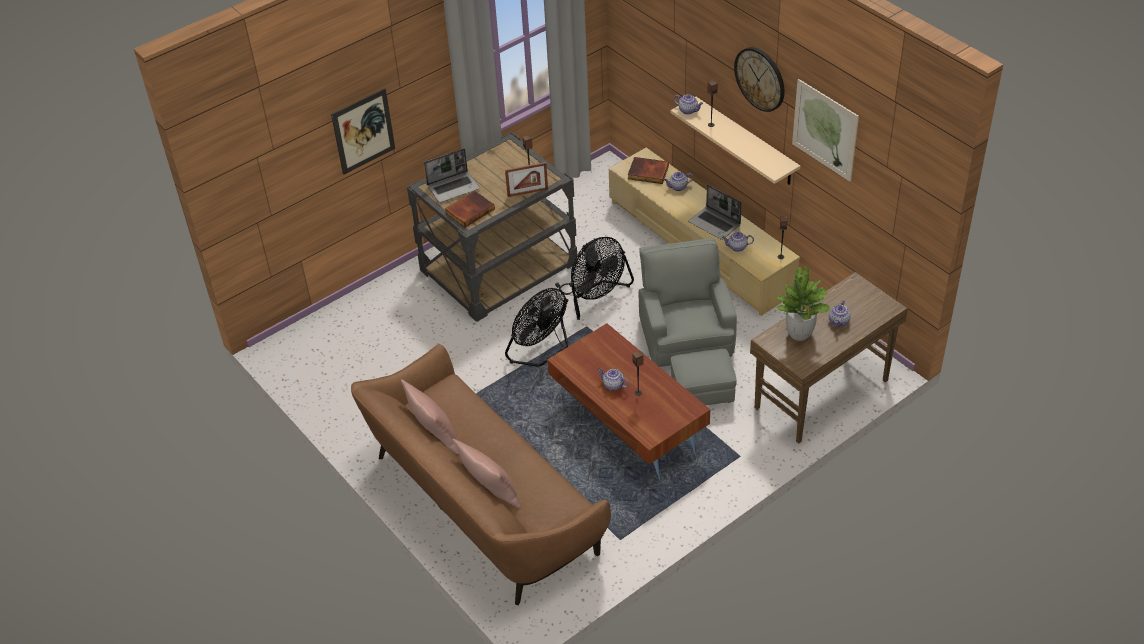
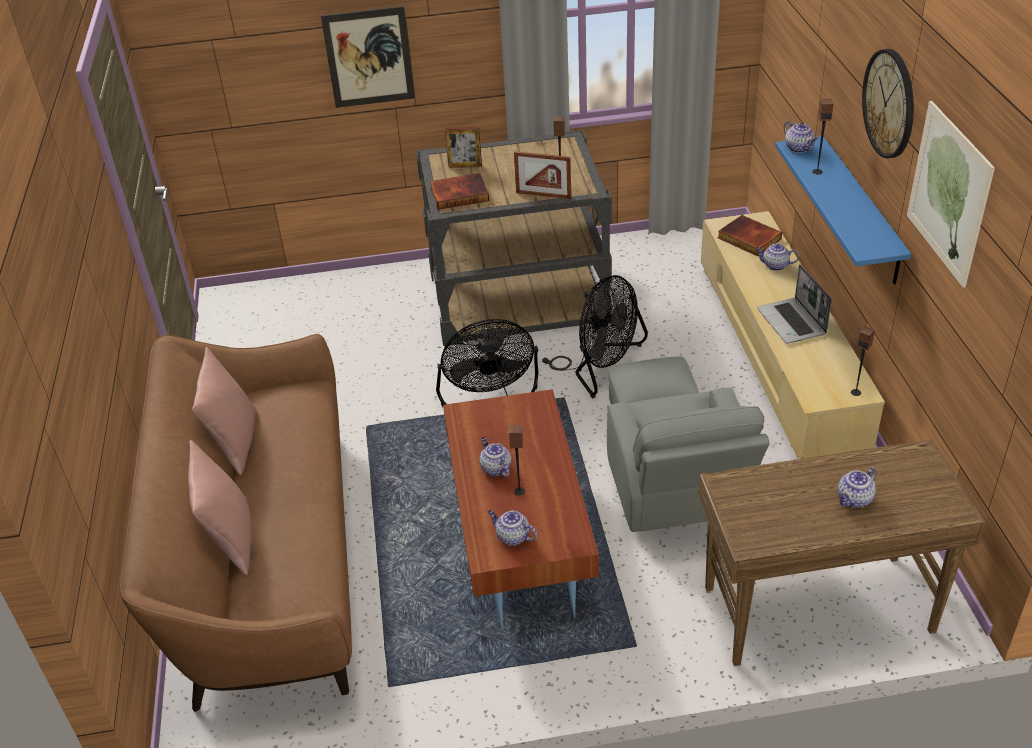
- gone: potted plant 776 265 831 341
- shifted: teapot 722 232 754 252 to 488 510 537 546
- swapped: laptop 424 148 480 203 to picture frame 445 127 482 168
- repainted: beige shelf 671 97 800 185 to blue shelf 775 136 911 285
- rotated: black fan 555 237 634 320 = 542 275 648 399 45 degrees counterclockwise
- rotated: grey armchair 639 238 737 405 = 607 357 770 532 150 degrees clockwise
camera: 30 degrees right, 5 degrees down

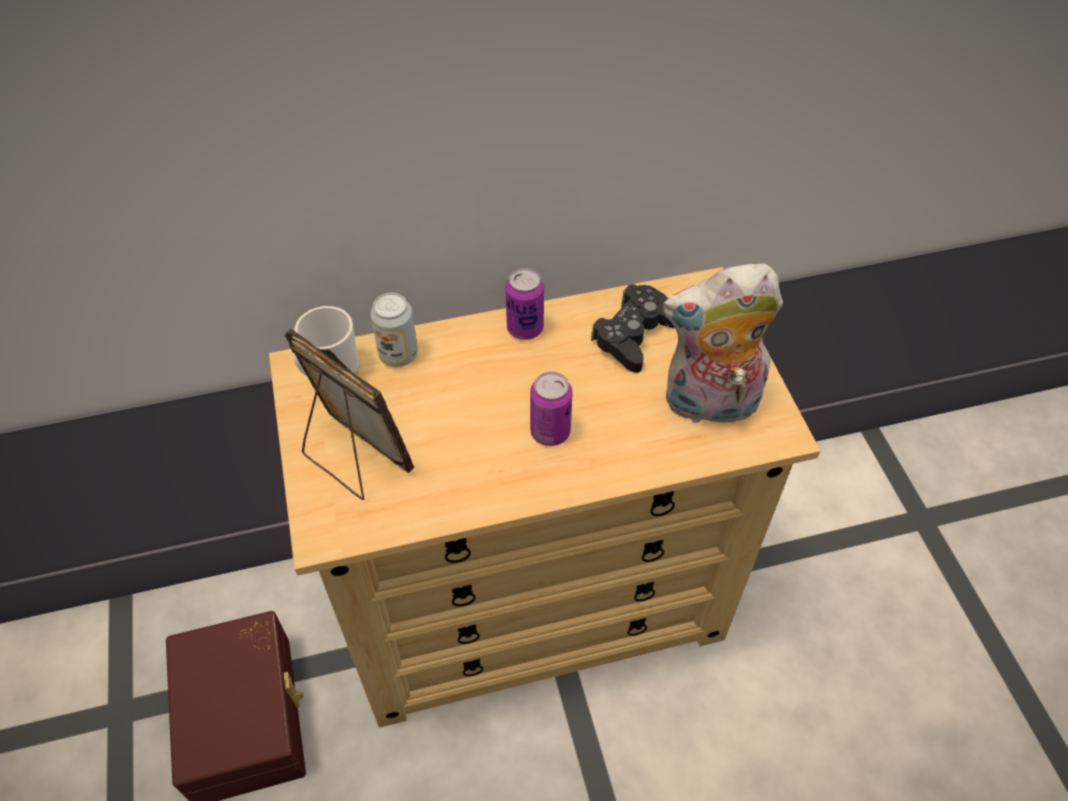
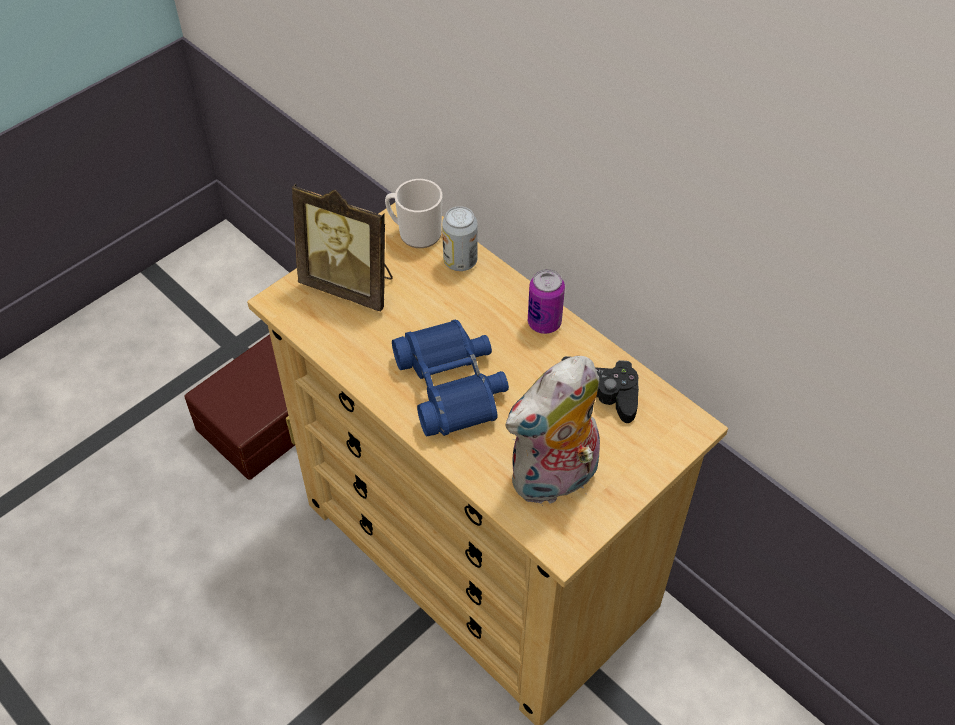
- swapped: can 530 372 573 446 to blue binoculars 392 319 509 436
- rotated: picture frame 285 329 414 500 = 292 183 393 312 105 degrees clockwise
- rotated: plush toy 663 264 783 430 = 506 356 600 506 90 degrees counterclockwise
camera: 60 degrees right, 0 degrees up

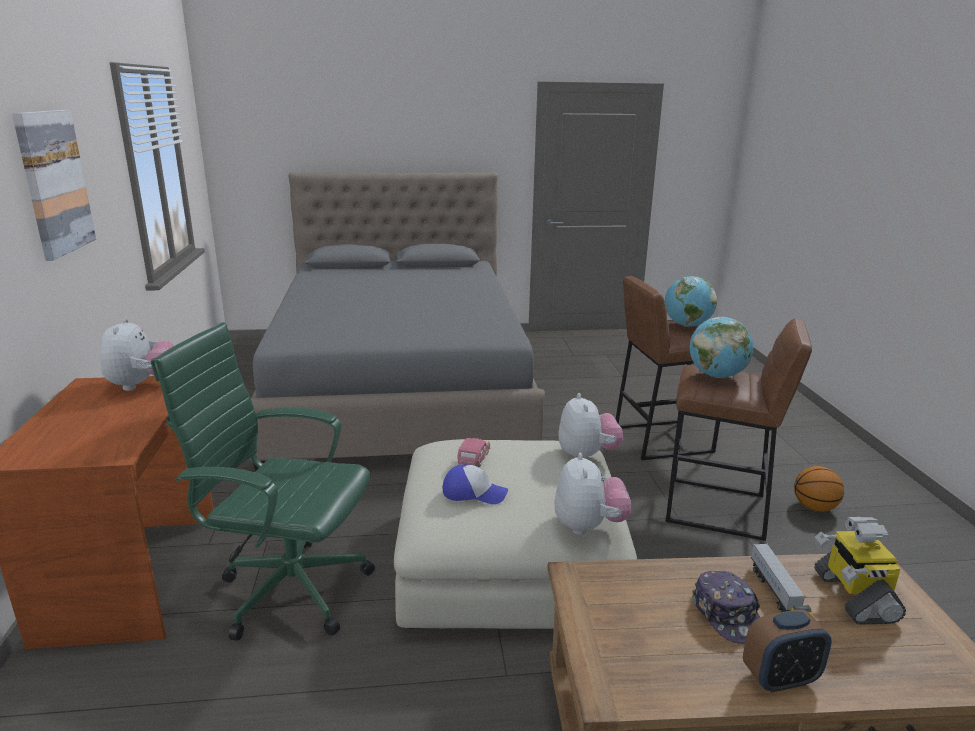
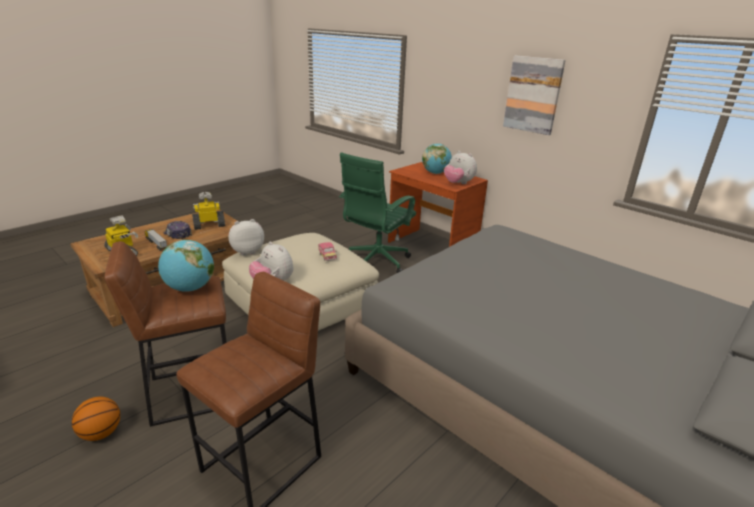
- gone: cap 442 464 508 504
- gone: alarm clock 743 610 832 693
- new: toy robot 192 192 225 230
- shifted: globe 665 276 717 327 to 422 143 452 174
- rotated: green office chair 151 322 375 641 = 339 152 416 273 150 degrees clockwise
- rotated: plush toy 554 453 631 535 = 228 219 264 256 105 degrees clockwise
camera: 140 degrees right, 5 degrees up

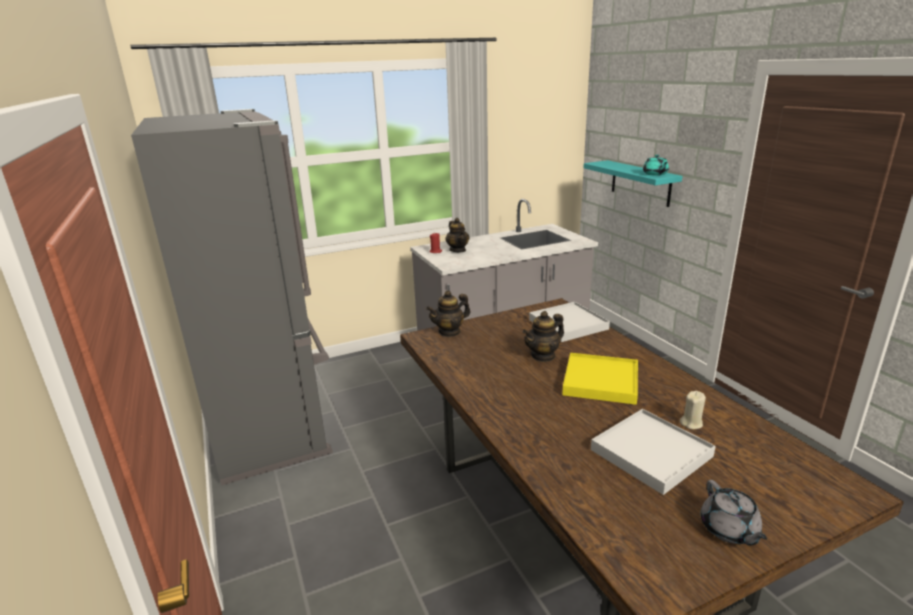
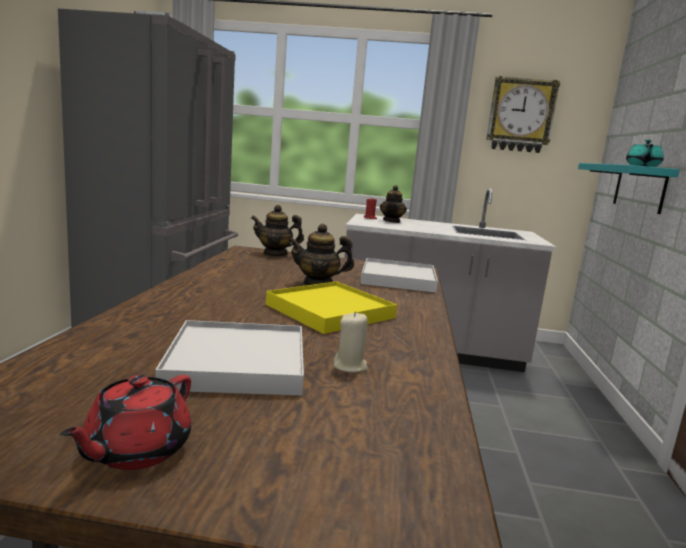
- new: wall clock 486 76 560 153
- repainted: grey teapot 701 480 767 545 to red teapot 60 375 191 470
camera: 30 degrees right, 10 degrees down

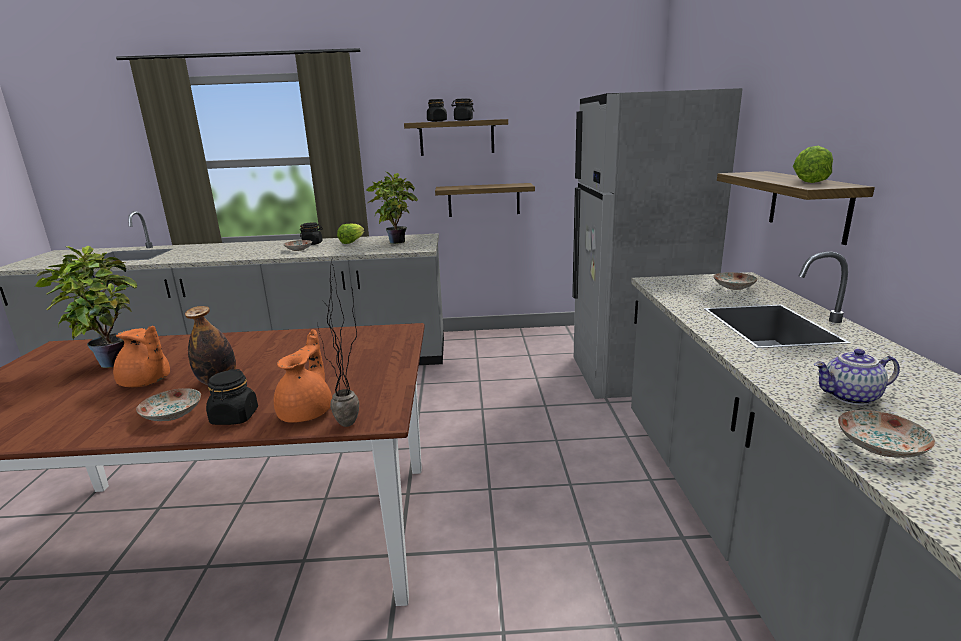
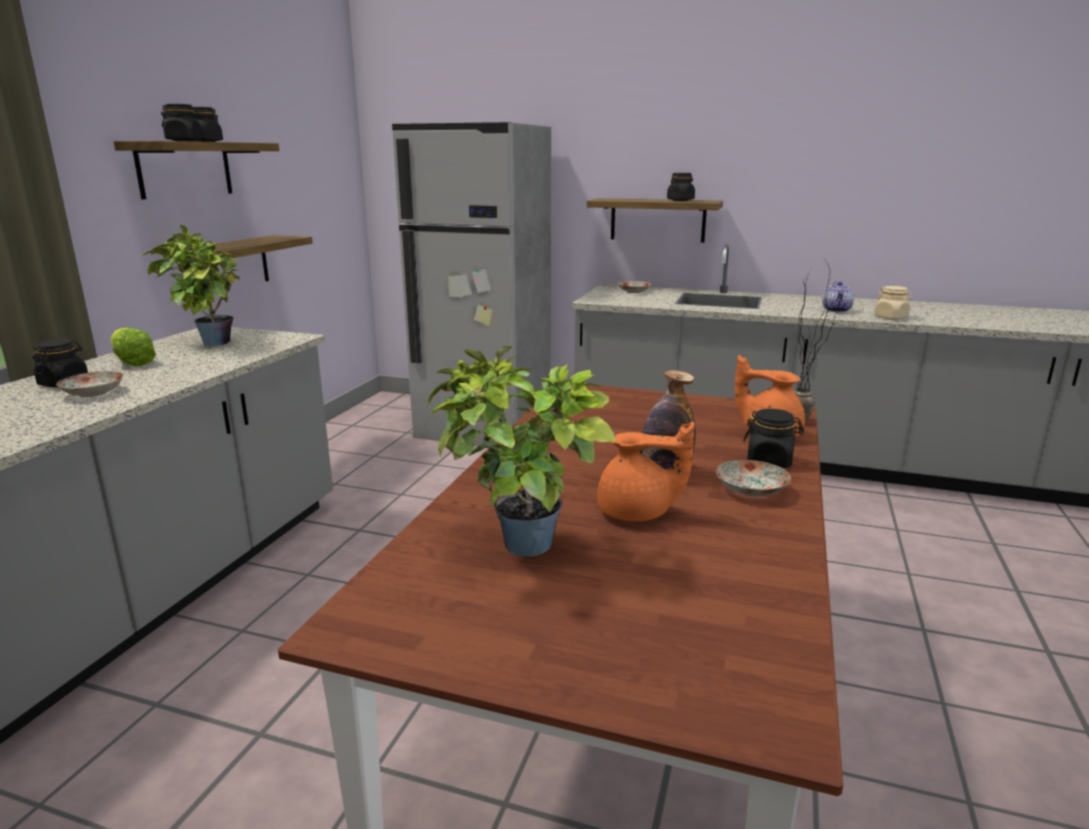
- swapped: lettuce 793 146 833 183 to black jar 667 173 695 201
- swapped: plate 838 410 936 458 to beige jar 874 286 912 320
- rotated: orange teapot 113 325 170 387 = 597 422 695 521 45 degrees clockwise
camera: 70 degrees left, 0 degrees up

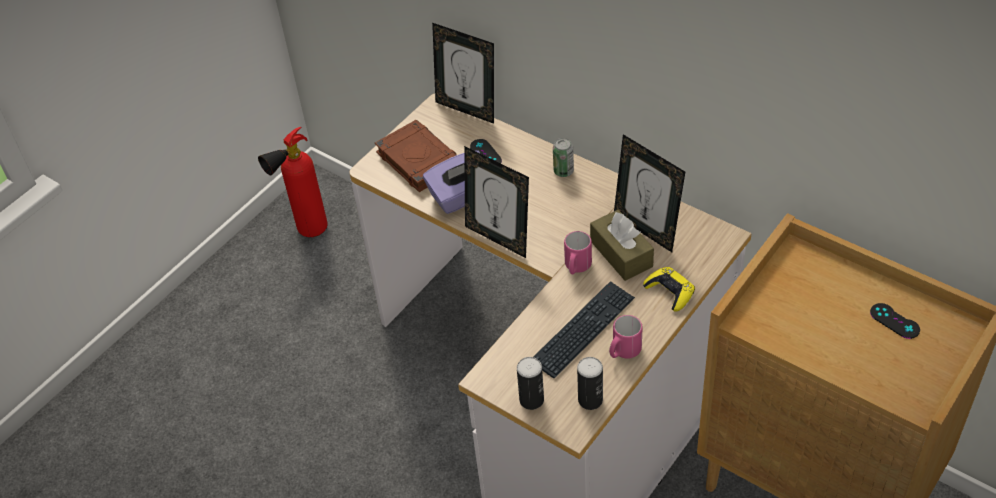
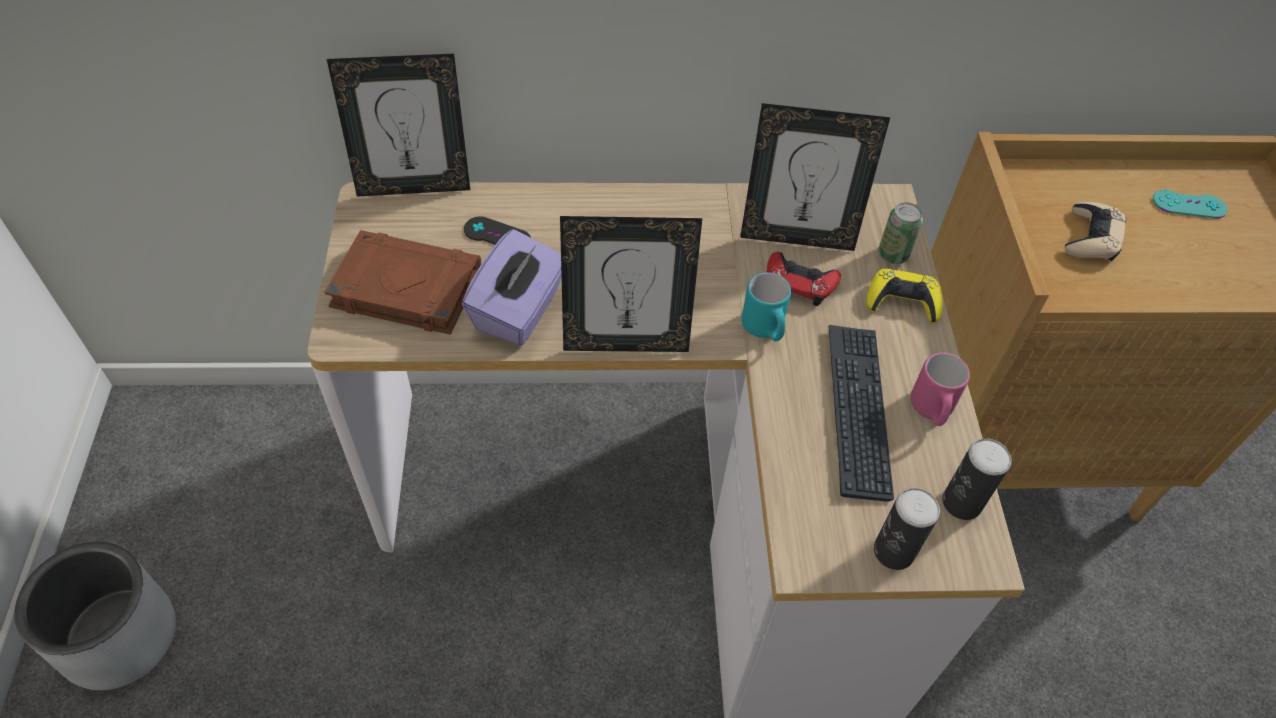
- gone: fire extinguisher 258 127 328 237
- new: grey planter 14 542 176 690
- new: beige game controller 1065 202 1126 261
- shifted: can 553 138 574 177 to 878 202 923 264
- swapped: brown tissue box 590 210 654 281 to red game controller 767 252 841 306
- repainted: pink mug 564 231 592 274 to turquoise mug 742 272 791 341
- repainted: black game controller 870 303 920 339 to turquoise game controller 1153 190 1228 219
camera: 45 degrees left, 5 degrees up

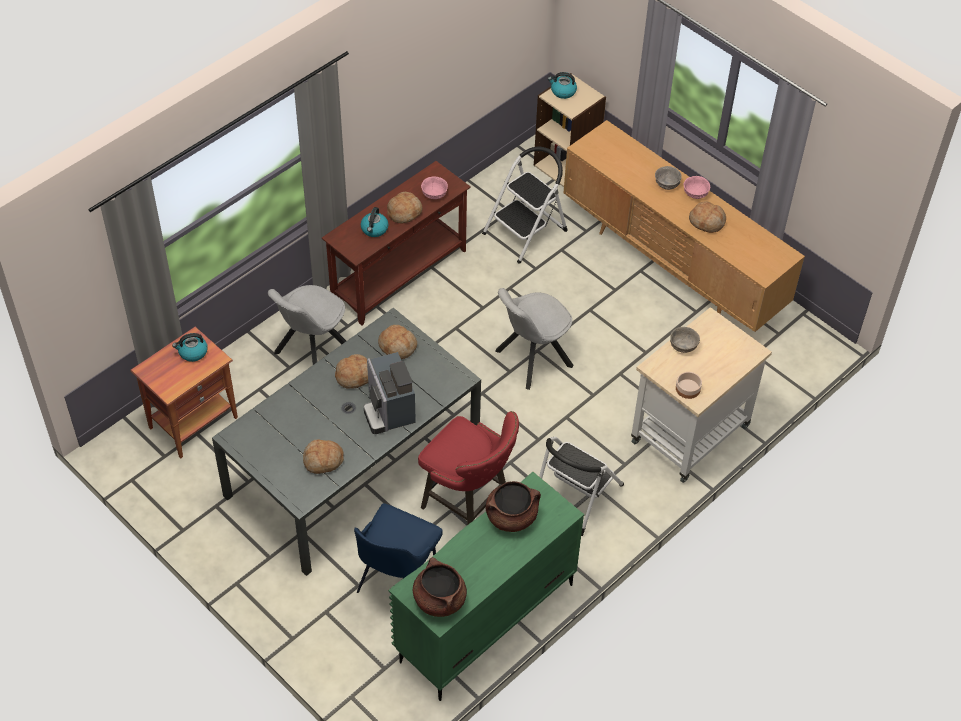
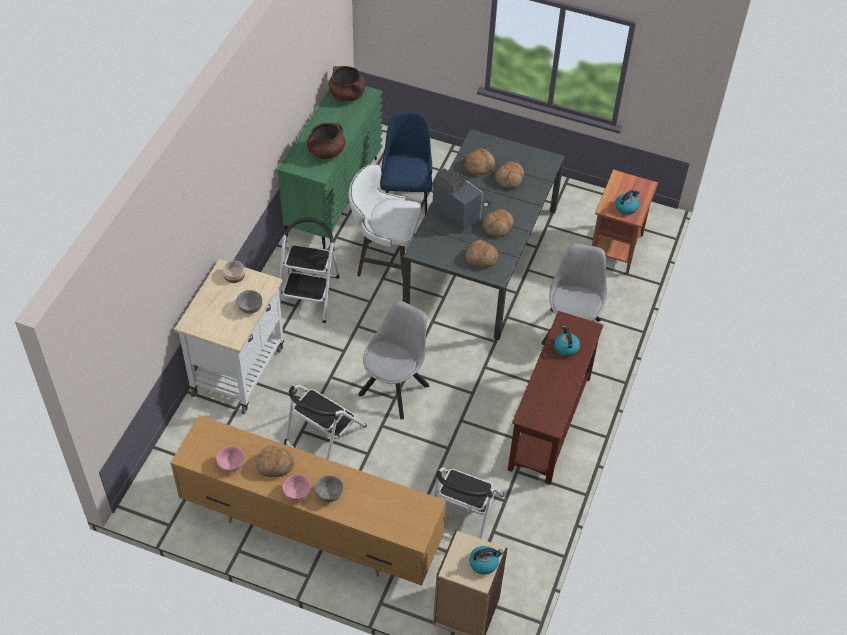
- new: step ladder 284 385 367 460
- shifted: bread 387 192 422 223 to 495 161 524 188
- shifted: pink bowl 421 177 448 199 to 216 446 244 473
- repainted: red stool 418 411 519 524 to white stool 348 164 421 279
camera: 155 degrees right, 0 degrees up

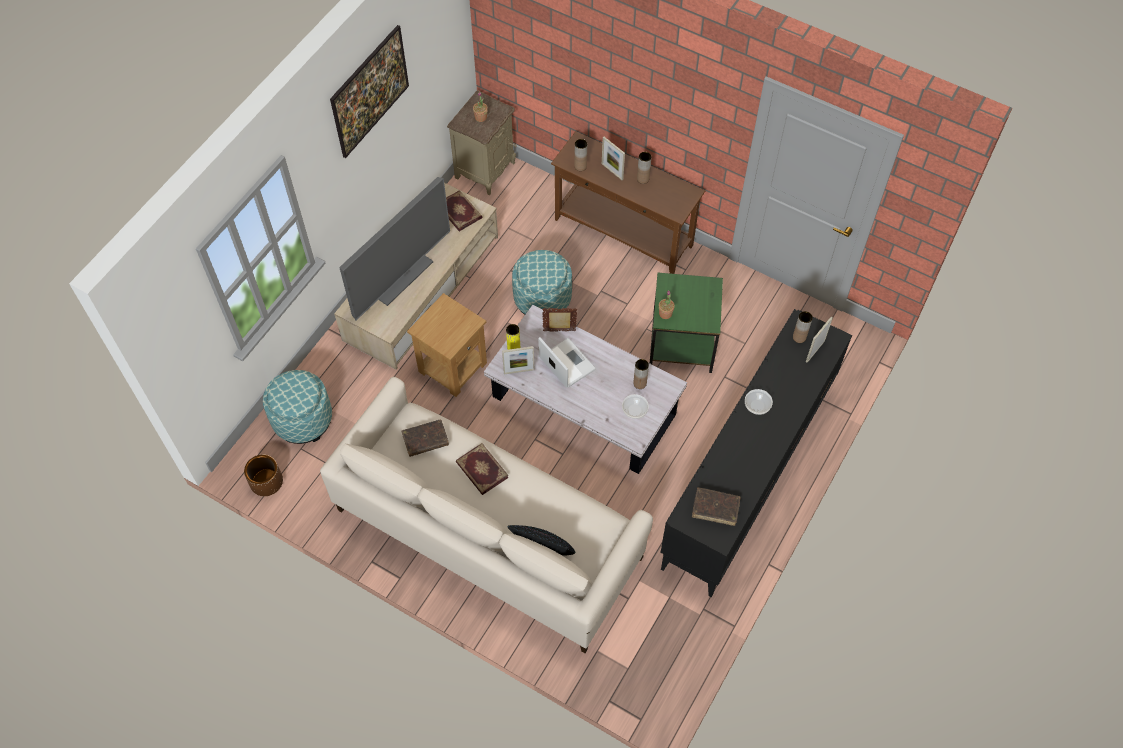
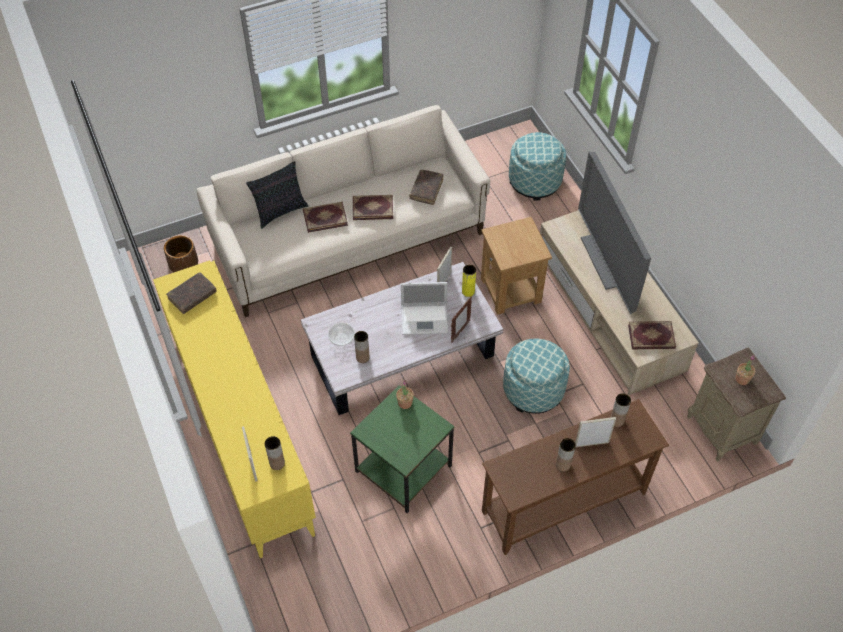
- gone: picture 330 25 409 158
- gone: bowl 745 389 773 415
- new: book 303 202 348 233
- shifted: brown planter 244 454 283 496 to 164 235 198 272
- repainted: black cabinet 660 309 852 597 to yellow cabinet 153 260 316 558
camera: 125 degrees right, 5 degrees down

